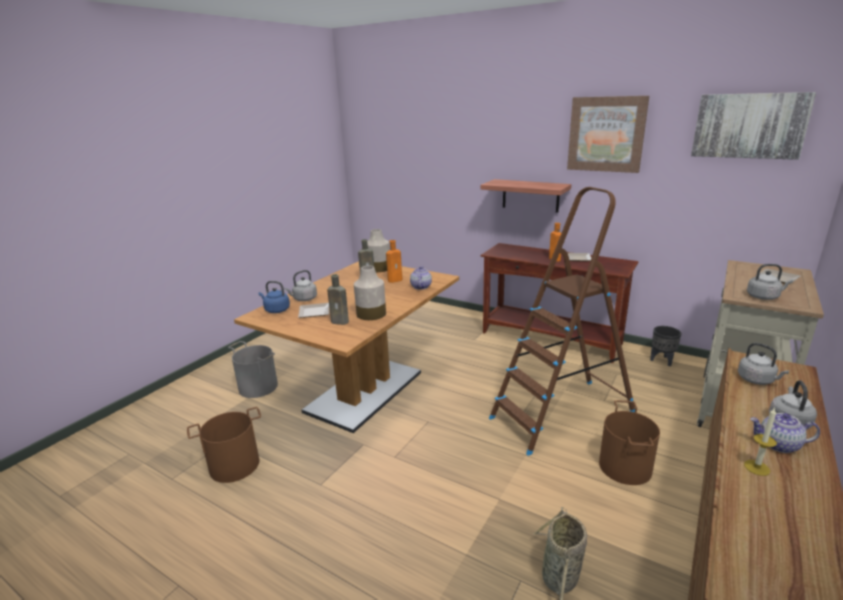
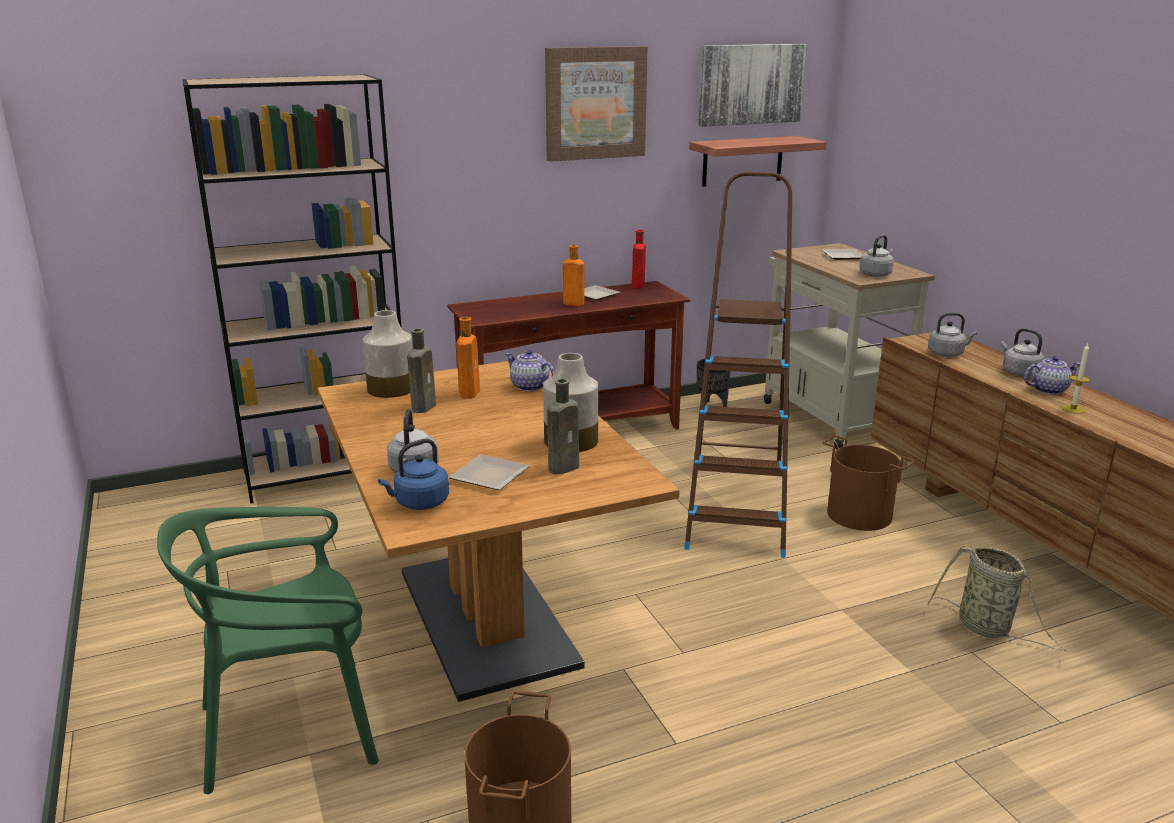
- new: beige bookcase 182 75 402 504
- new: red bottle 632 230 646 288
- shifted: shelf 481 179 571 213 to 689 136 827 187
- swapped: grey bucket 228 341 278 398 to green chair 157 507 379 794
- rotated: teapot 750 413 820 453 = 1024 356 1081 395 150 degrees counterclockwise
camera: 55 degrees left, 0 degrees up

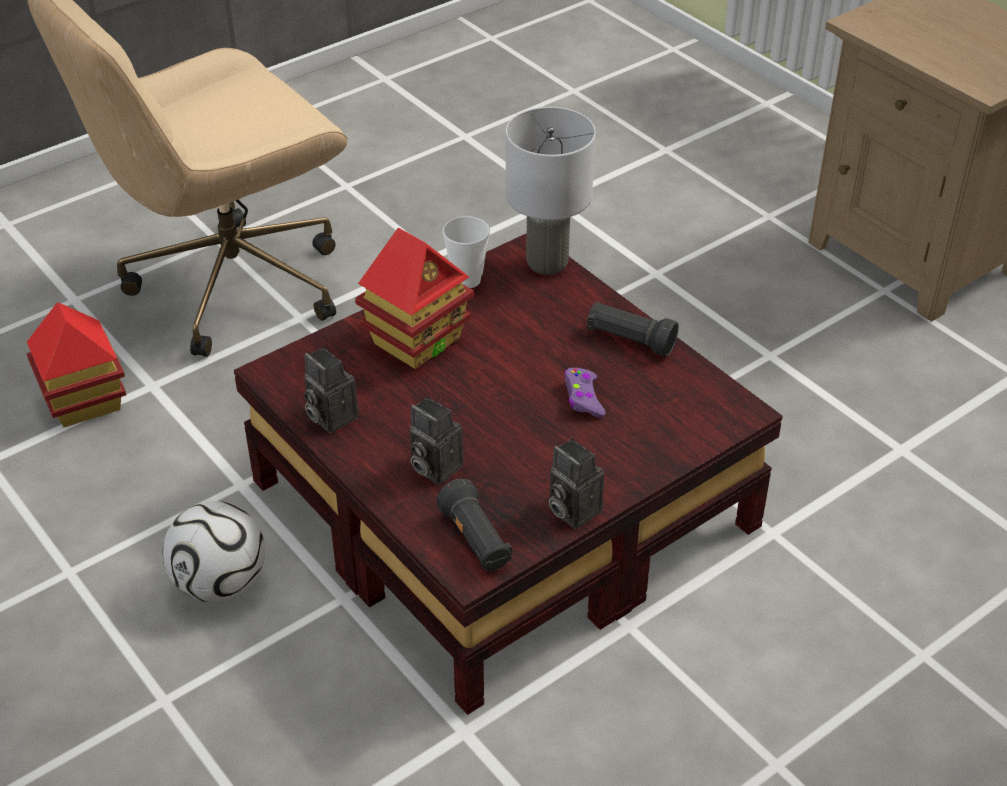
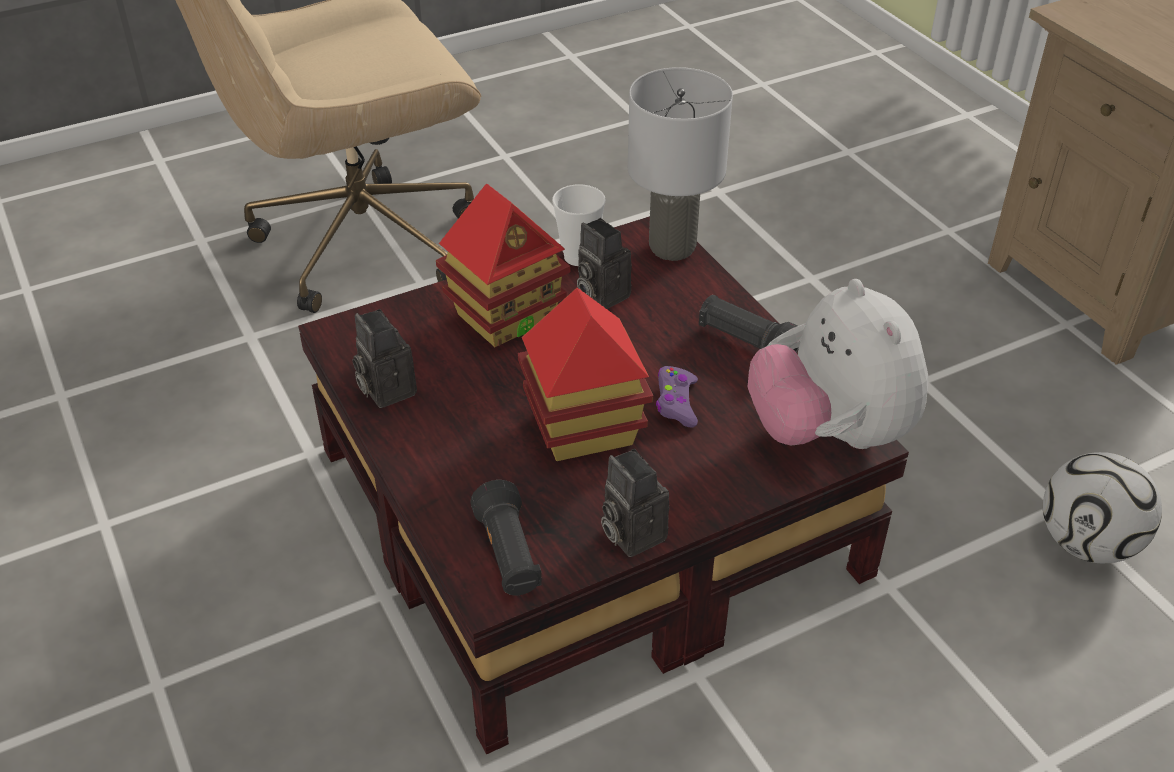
- new: plush toy 748 279 929 449
- shifted: toy house 27 302 126 427 to 518 288 653 461
- shifted: football 162 501 265 602 to 1043 452 1162 563
- shifted: photo camera 409 397 464 485 to 577 218 632 309
camera: 10 degrees right, 0 degrees up

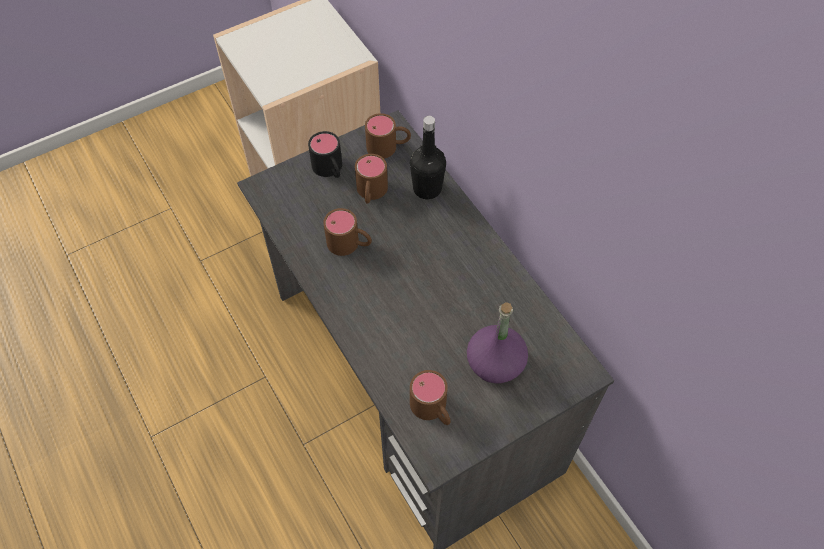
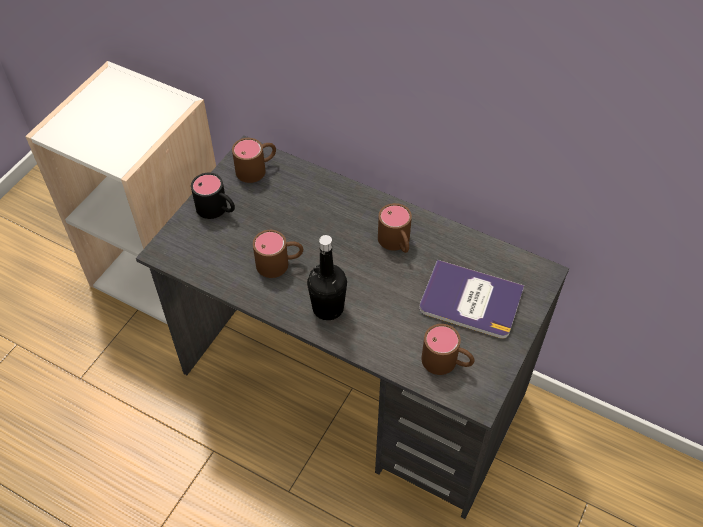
- shifted: brown mug 355 154 388 204 to 378 203 412 253
- shifted: black bottle 410 116 446 199 to 307 235 347 320
- swapped: purple bottle 467 302 528 384 to book 419 260 524 339
camera: 30 degrees left, 5 degrees down

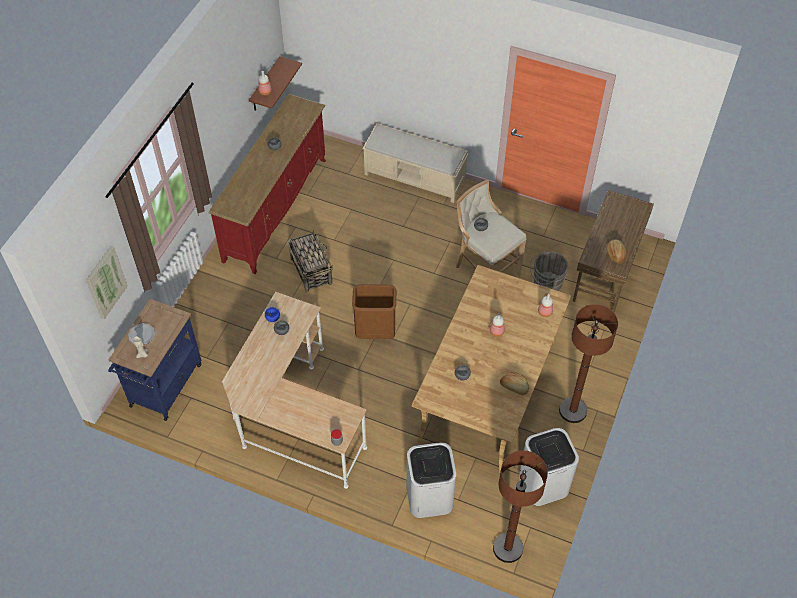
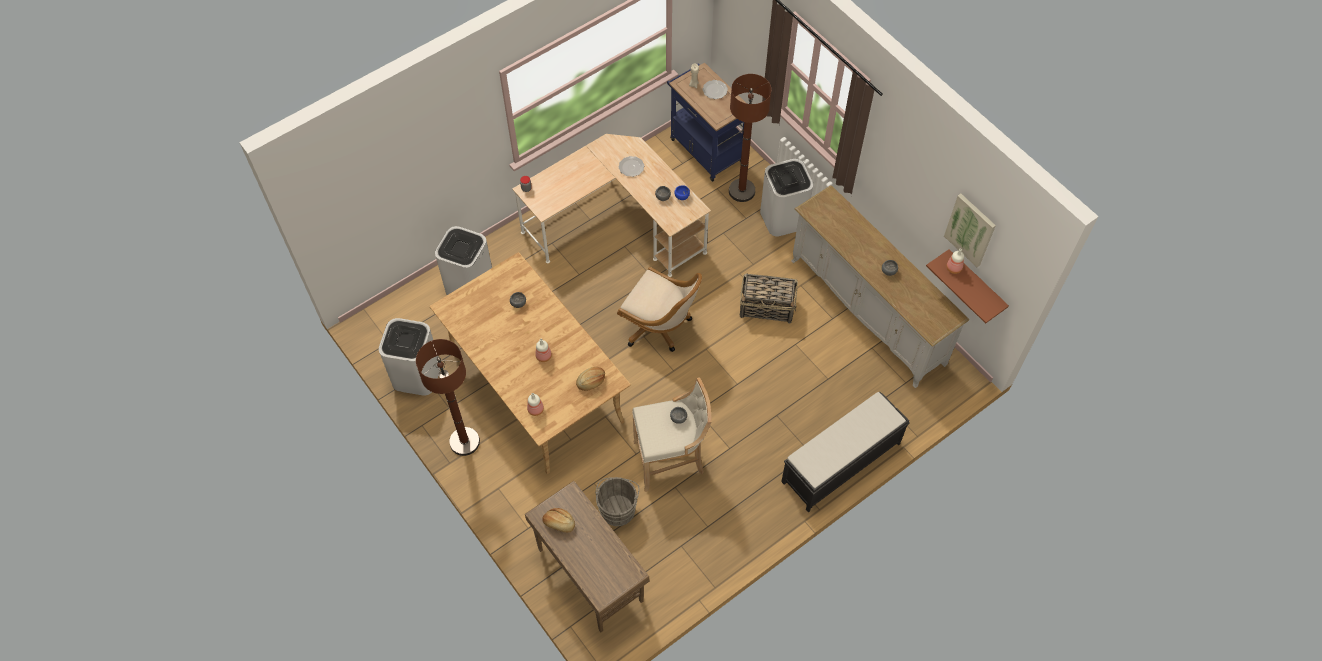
- new: plate 619 156 644 177
- new: white trash can 760 159 813 237
- shifted: picture 86 246 128 319 to 944 194 996 267
- shifted: brown floor lamp 493 450 548 563 to 729 74 771 202
- shifted: bread 500 372 529 395 to 576 367 605 391
- swapped: brown trash can 352 284 396 339 to office chair 617 267 702 352
- repainted: red cabinet 209 94 326 274 to grey cabinet 791 185 969 388
- repainted: beige bench 362 123 469 203 to black bench 781 392 910 513
camera: 120 degrees right, 5 degrees up

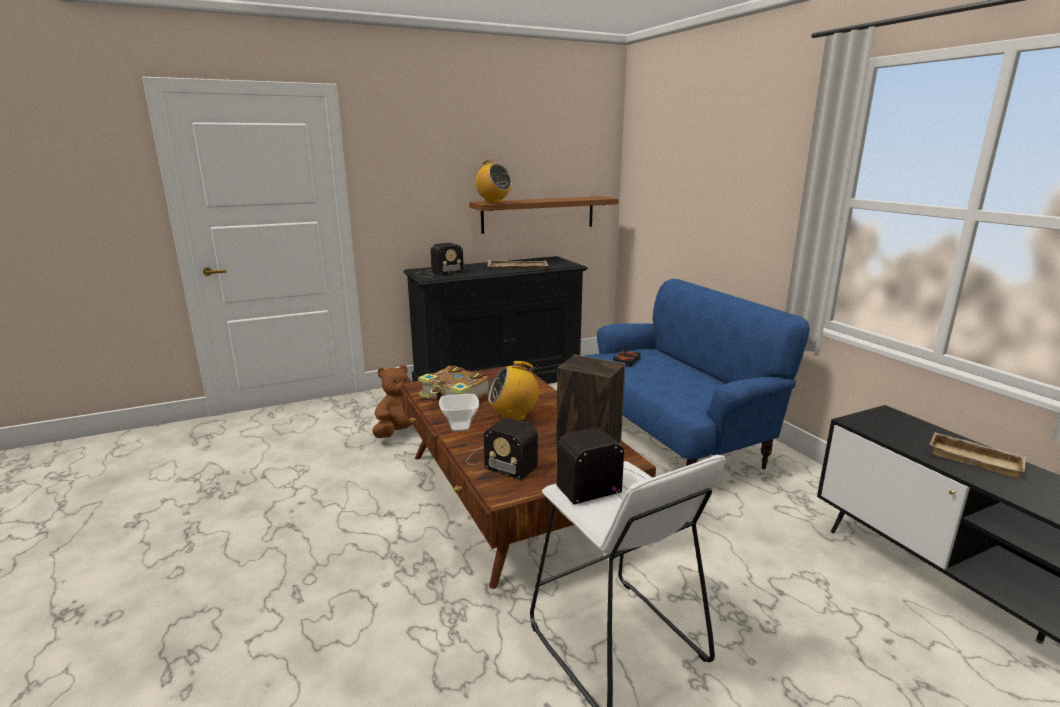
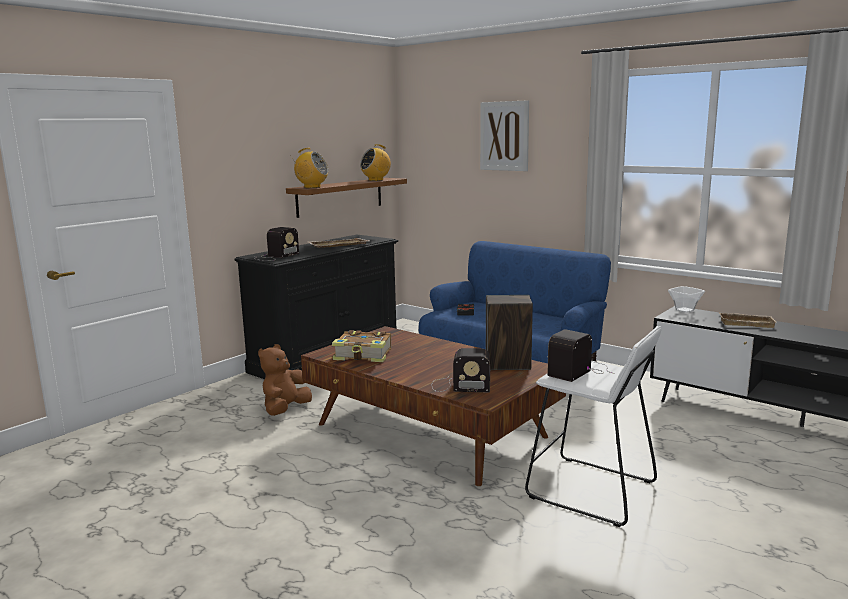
- new: picture 480 100 529 171
- shifted: bowl 439 394 479 432 to 668 286 705 313
- shifted: radio 488 361 539 421 to 360 144 391 181
camera: 25 degrees left, 5 degrees down

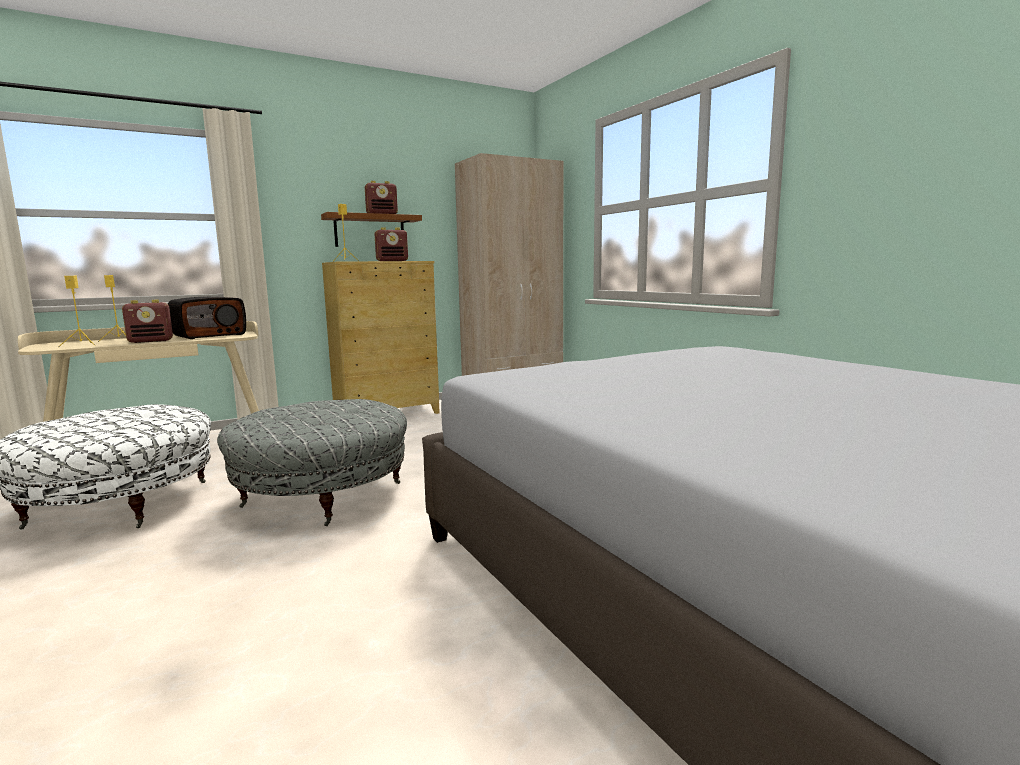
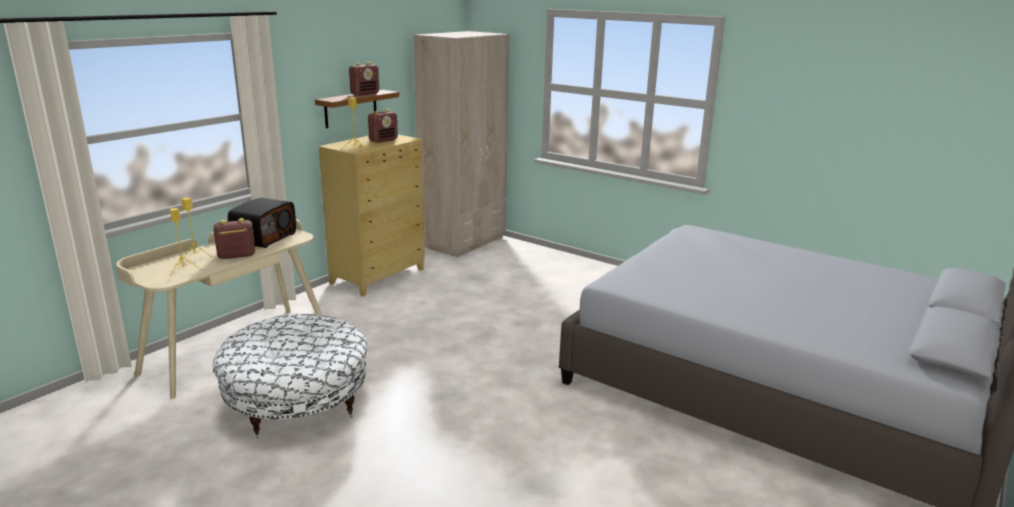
- gone: grey ottoman 217 399 407 526
- rotated: radio 122 300 173 343 = 214 218 255 259 150 degrees counterclockwise
camera: 25 degrees left, 10 degrees up

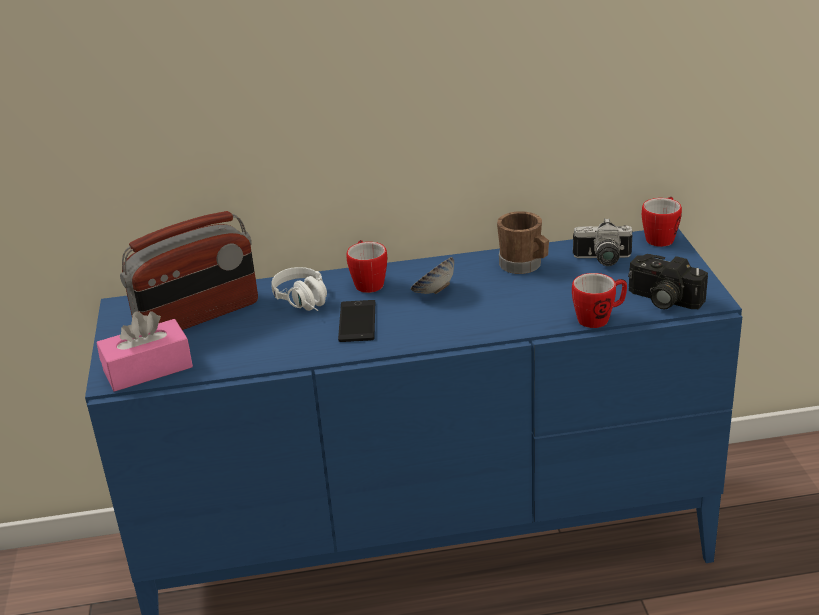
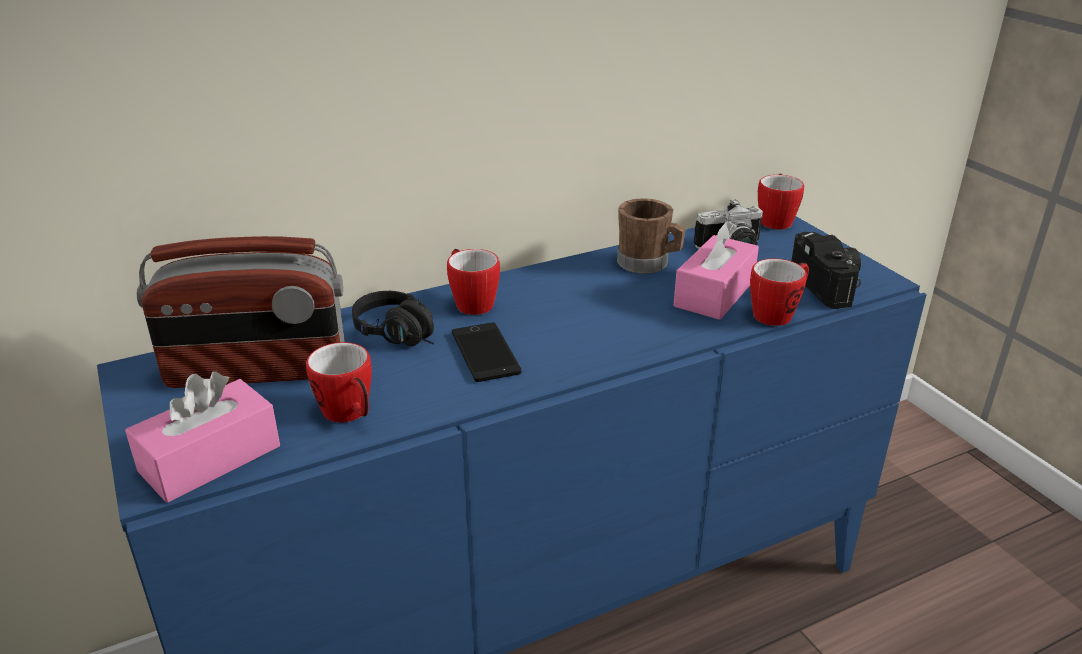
- gone: bowl 410 257 454 294
- new: mug 306 342 372 423
- new: pink tissue box 674 221 759 320
- repainted: white headphones 272 267 327 311 to black headphones 352 291 434 346
- rotated: radio 120 211 258 330 = 137 236 345 388 45 degrees clockwise
- rotated: photo camera 628 254 708 310 = 791 232 861 309 120 degrees counterclockwise
camera: 20 degrees left, 0 degrees up

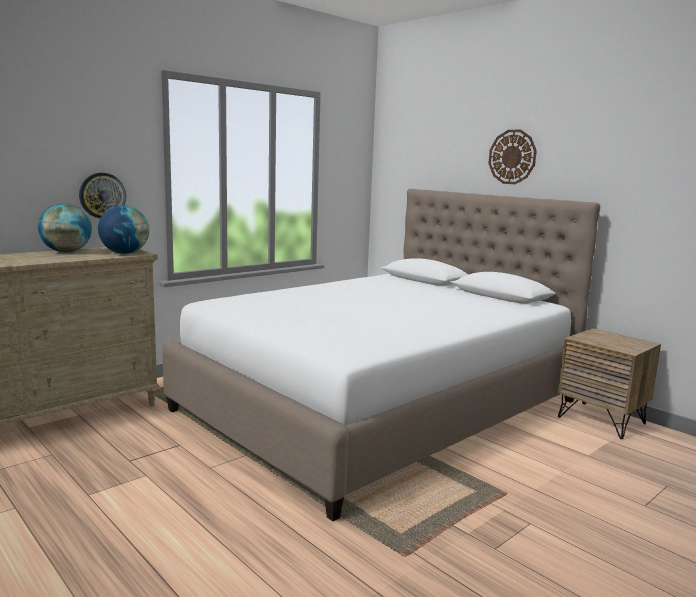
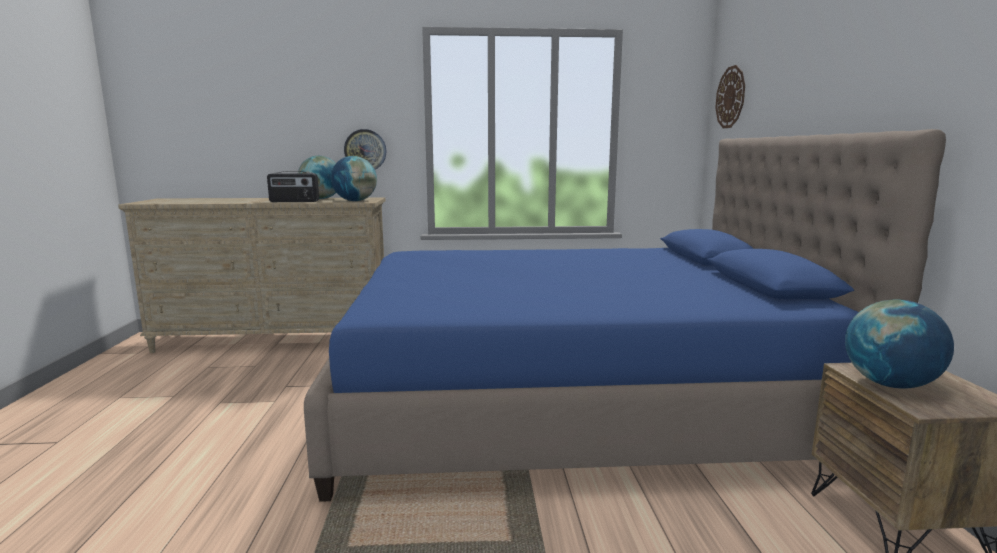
- new: radio 267 171 319 202
- new: globe 845 299 954 389
- shifted: wall clock 488 130 537 184 to 715 65 745 128
- repainted: white bed 163 189 600 521 to blue bed 304 129 946 502
camera: 40 degrees right, 0 degrees up

